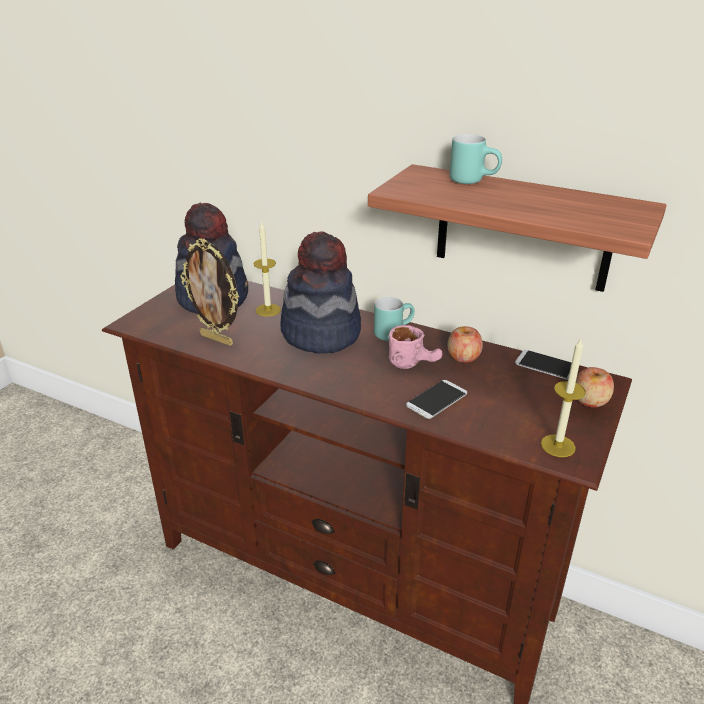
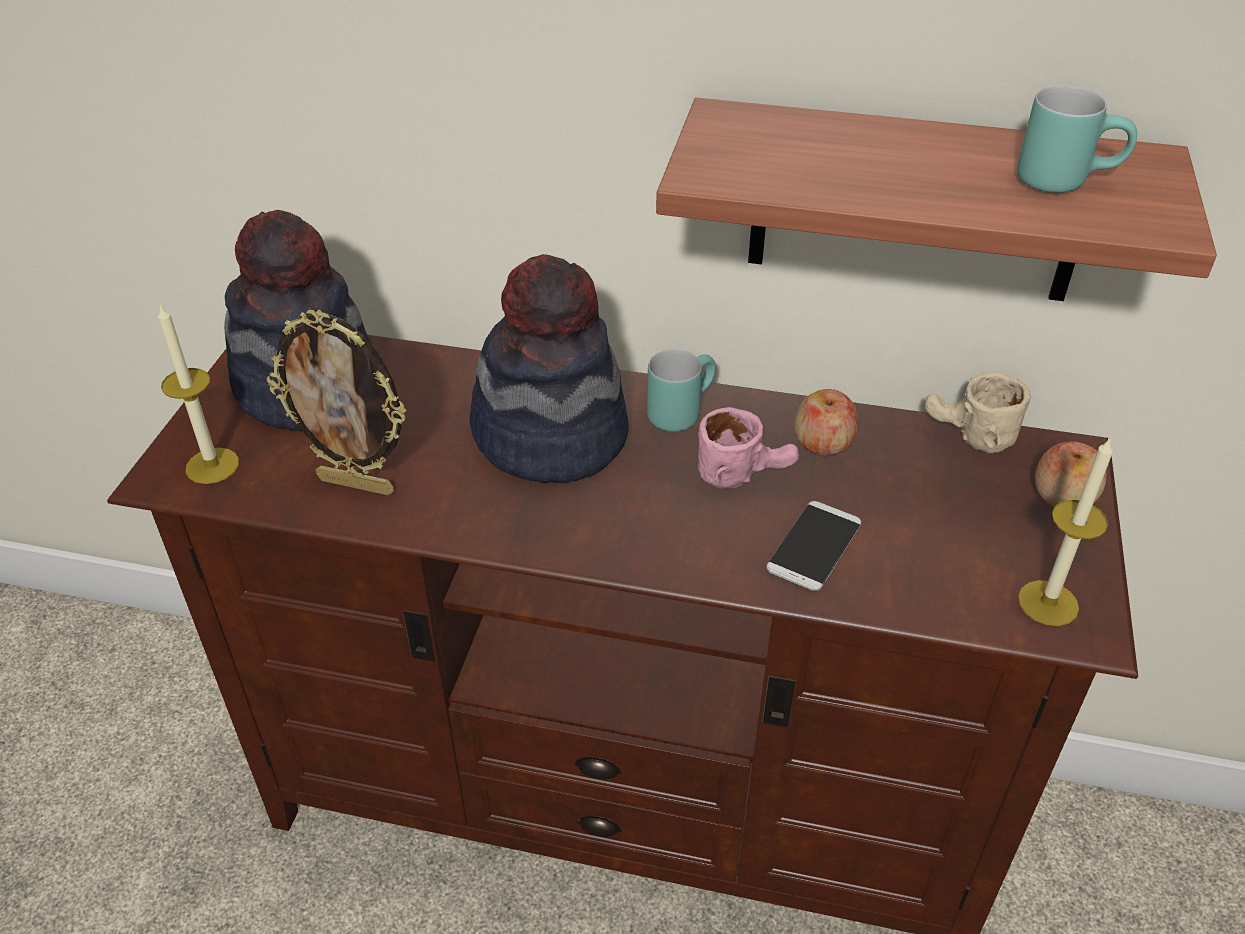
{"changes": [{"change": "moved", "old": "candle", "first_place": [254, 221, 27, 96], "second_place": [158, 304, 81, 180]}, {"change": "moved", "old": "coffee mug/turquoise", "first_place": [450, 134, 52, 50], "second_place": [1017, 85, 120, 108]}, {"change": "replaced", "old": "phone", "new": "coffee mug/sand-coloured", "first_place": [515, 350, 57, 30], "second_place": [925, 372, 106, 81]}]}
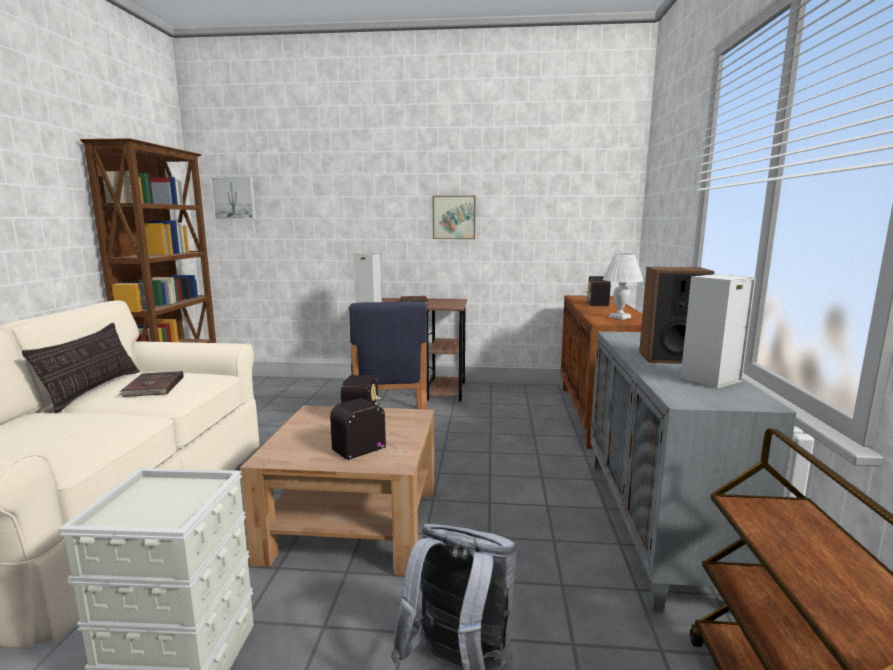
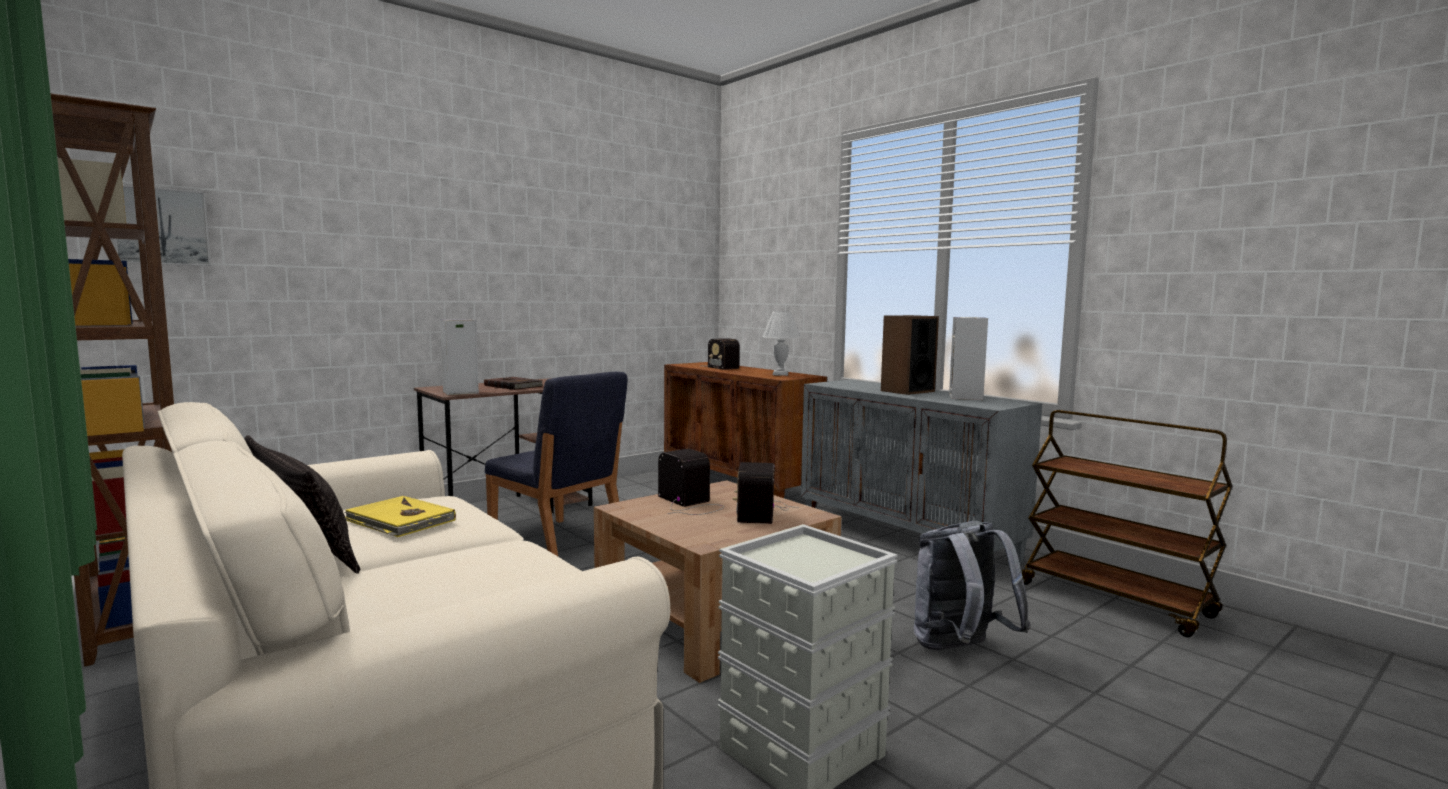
{"changes": [{"change": "recoloured", "old": "volume/brown", "new": "volume/yellowish", "first_place": [119, 371, 65, 26], "second_place": [344, 496, 112, 41]}, {"change": "removed", "old": "wall art", "first_place": [433, 196, 43, 43]}]}
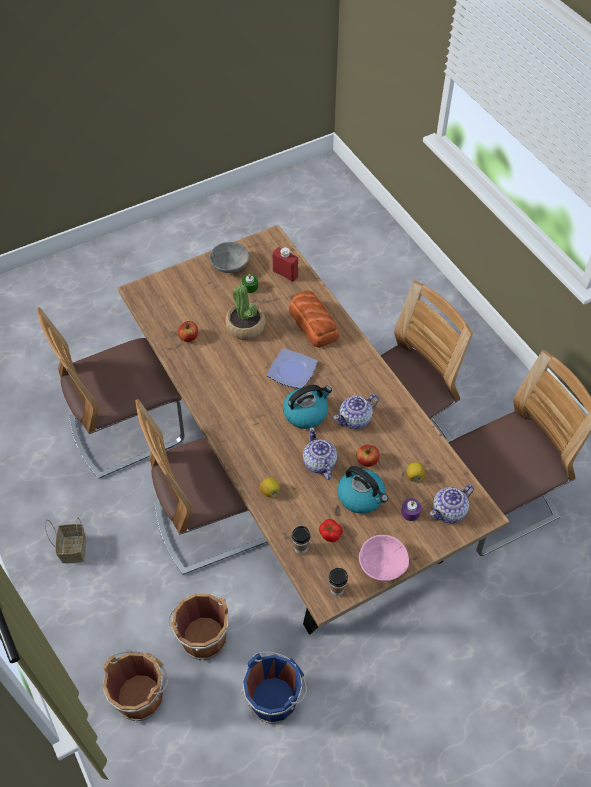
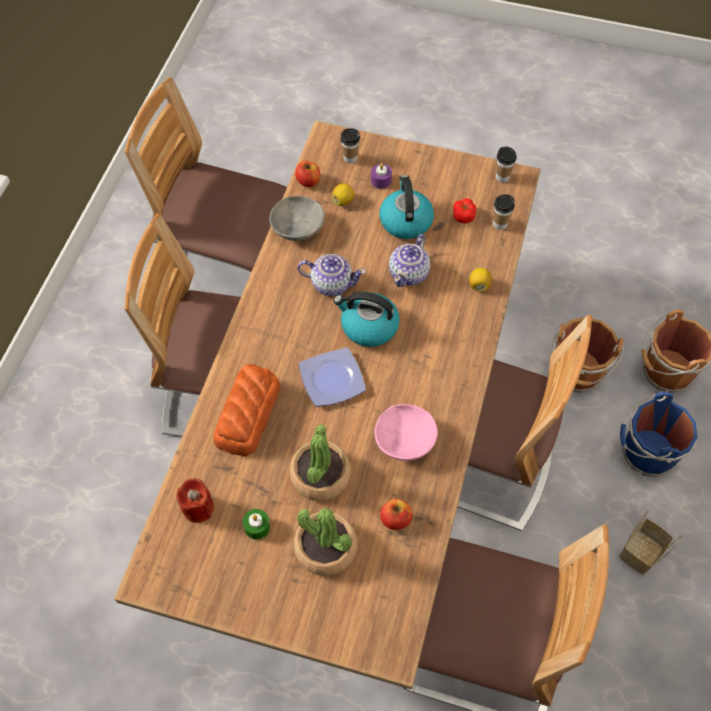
{"changes": [{"change": "moved", "old": "bowl/greyish", "first_place": [209, 242, 40, 31], "second_place": [269, 196, 56, 45]}, {"change": "moved", "old": "bucket/bluish", "first_place": [241, 652, 66, 72], "second_place": [620, 392, 78, 85]}, {"change": "replaced", "old": "bottle/red", "new": "candle/red", "first_place": [272, 247, 26, 35], "second_place": [176, 478, 38, 45]}, {"change": "moved", "old": "whole apple", "first_place": [357, 445, 23, 22], "second_place": [295, 161, 25, 26]}, {"change": "moved", "old": "bowl/pinkish", "first_place": [359, 535, 50, 46], "second_place": [374, 404, 64, 57]}, {"change": "replaced", "old": "teapot", "new": "cup", "first_place": [430, 484, 44, 39], "second_place": [340, 128, 20, 36]}, {"change": "added", "new": "houseplant", "second_place": [294, 508, 63, 68]}]}
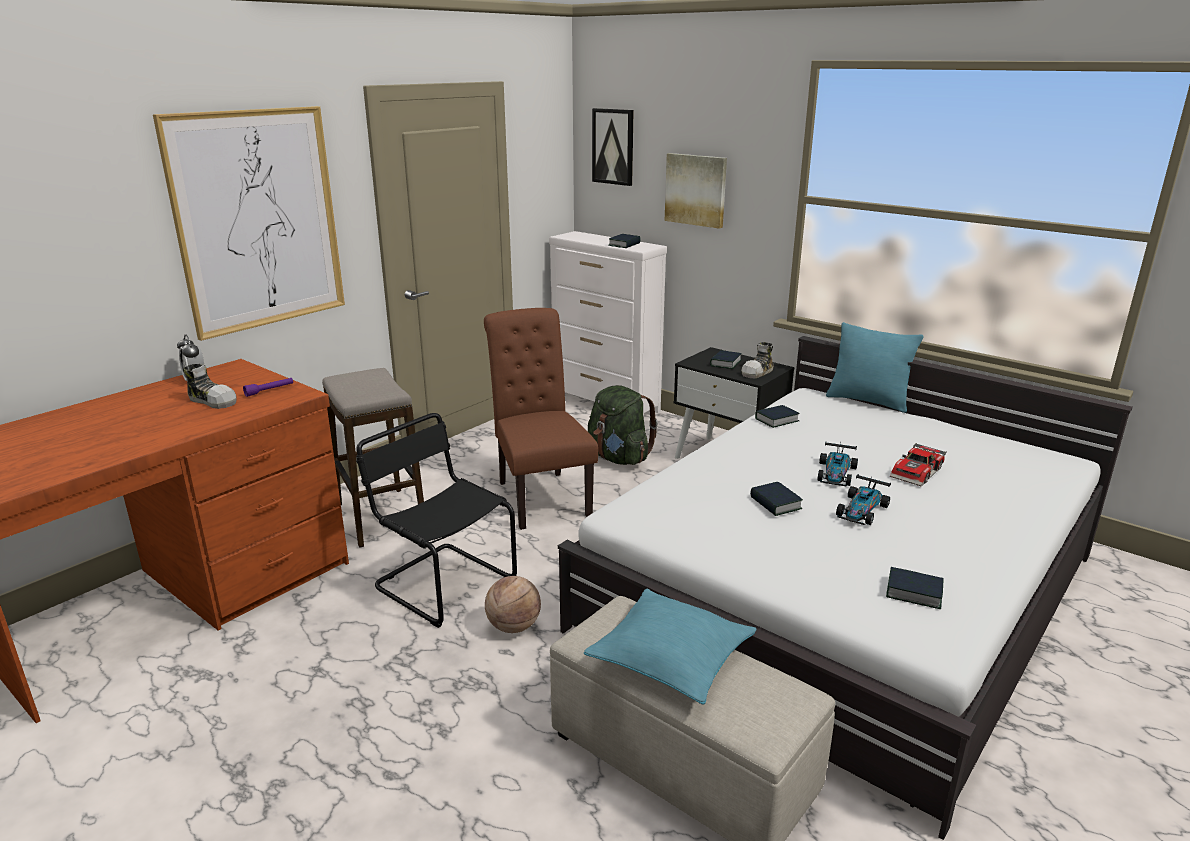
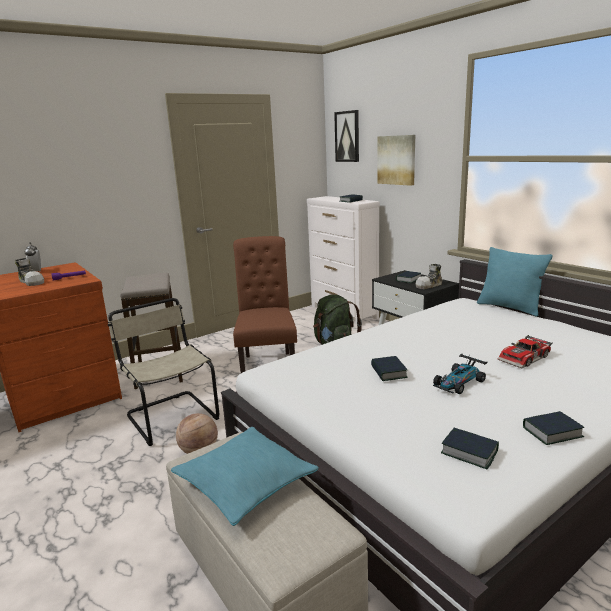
{"changes": [{"change": "removed", "old": "wall art", "first_place": [153, 106, 192, 235]}, {"change": "recoloured", "old": "chair/blackish", "new": "chair/sand-coloured", "first_place": [356, 413, 161, 215], "second_place": [108, 298, 111, 148]}, {"change": "moved", "old": "volume", "first_place": [755, 405, 44, 23], "second_place": [523, 411, 61, 34]}, {"change": "removed", "old": "model car", "first_place": [817, 442, 41, 44]}]}
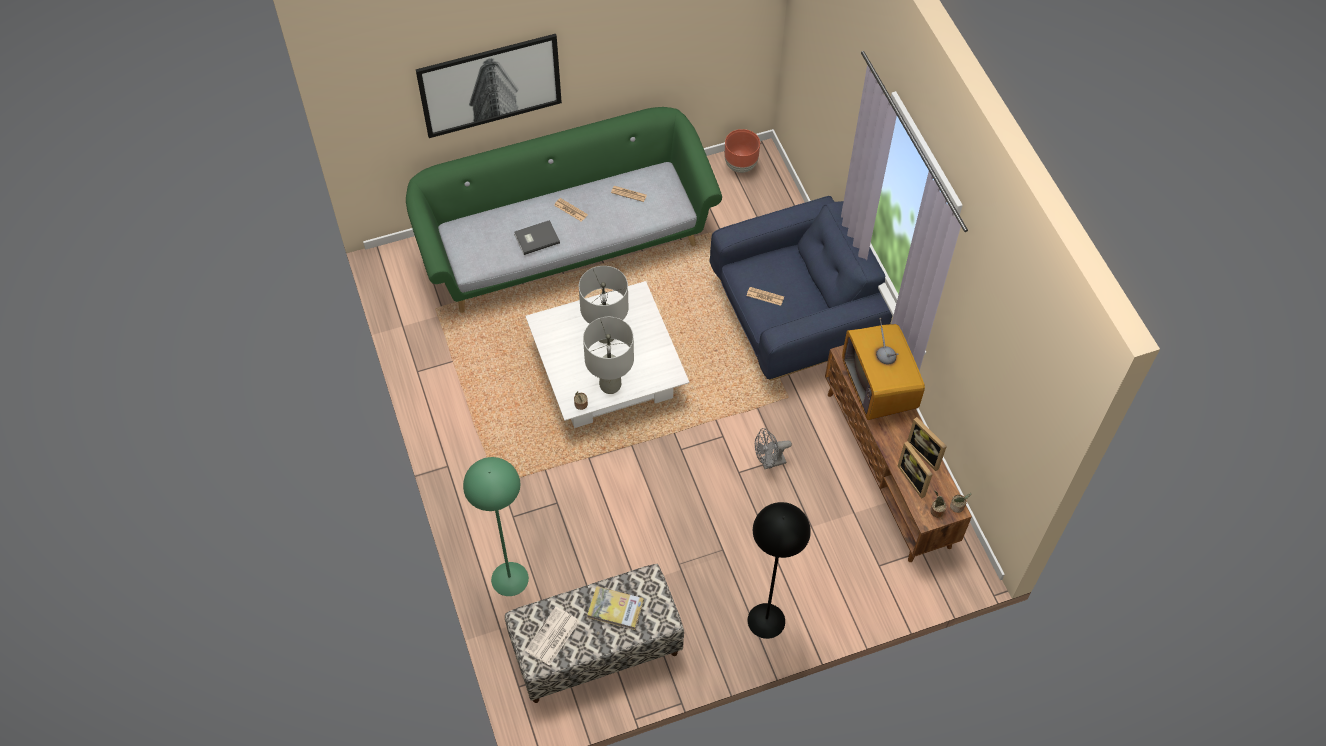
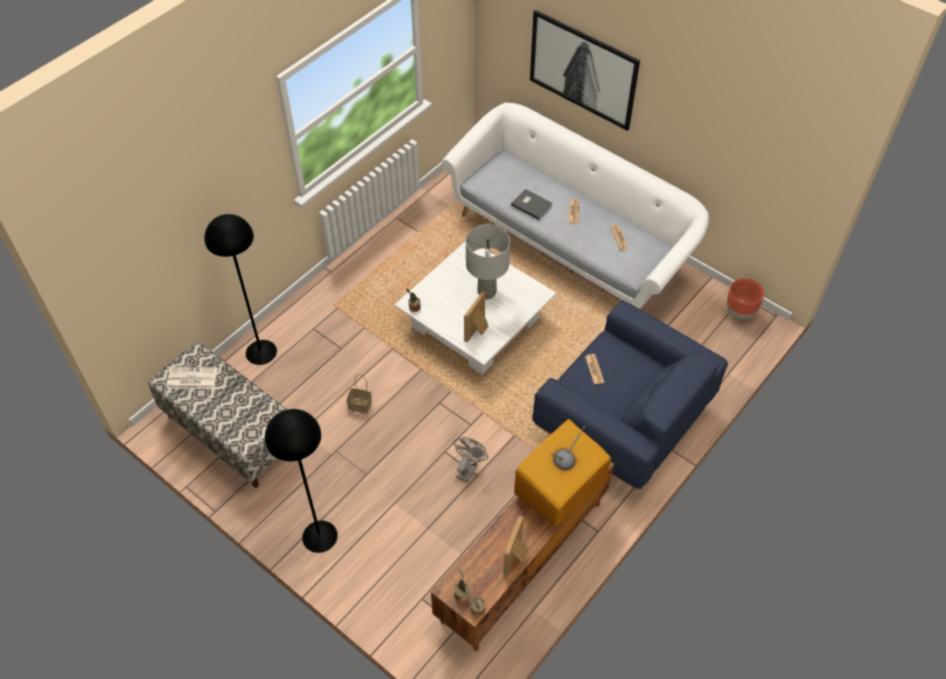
{"changes": [{"change": "recoloured", "old": "couch/greenish", "new": "couch/white-coloured", "first_place": [406, 107, 316, 206], "second_place": [442, 103, 267, 206]}, {"change": "recoloured", "old": "standing lamp/greenish", "new": "standing lamp/blackish", "first_place": [463, 457, 66, 139], "second_place": [204, 214, 73, 151]}, {"change": "removed", "old": "tabletop lamp/greyish", "first_place": [583, 317, 51, 77]}, {"change": "removed", "old": "volume", "first_place": [587, 586, 57, 44]}, {"change": "turned", "old": "electric fan/greyish", "first_place": [755, 428, 37, 41], "second_place": [453, 437, 35, 46], "degrees": 75}, {"change": "moved", "old": "picture frame", "first_place": [898, 441, 35, 58], "second_place": [464, 292, 24, 50]}, {"change": "added", "new": "household basket", "second_place": [346, 374, 26, 40]}]}
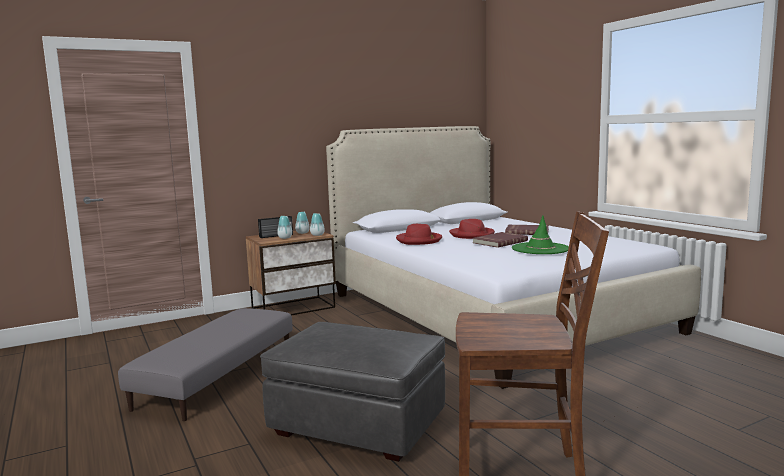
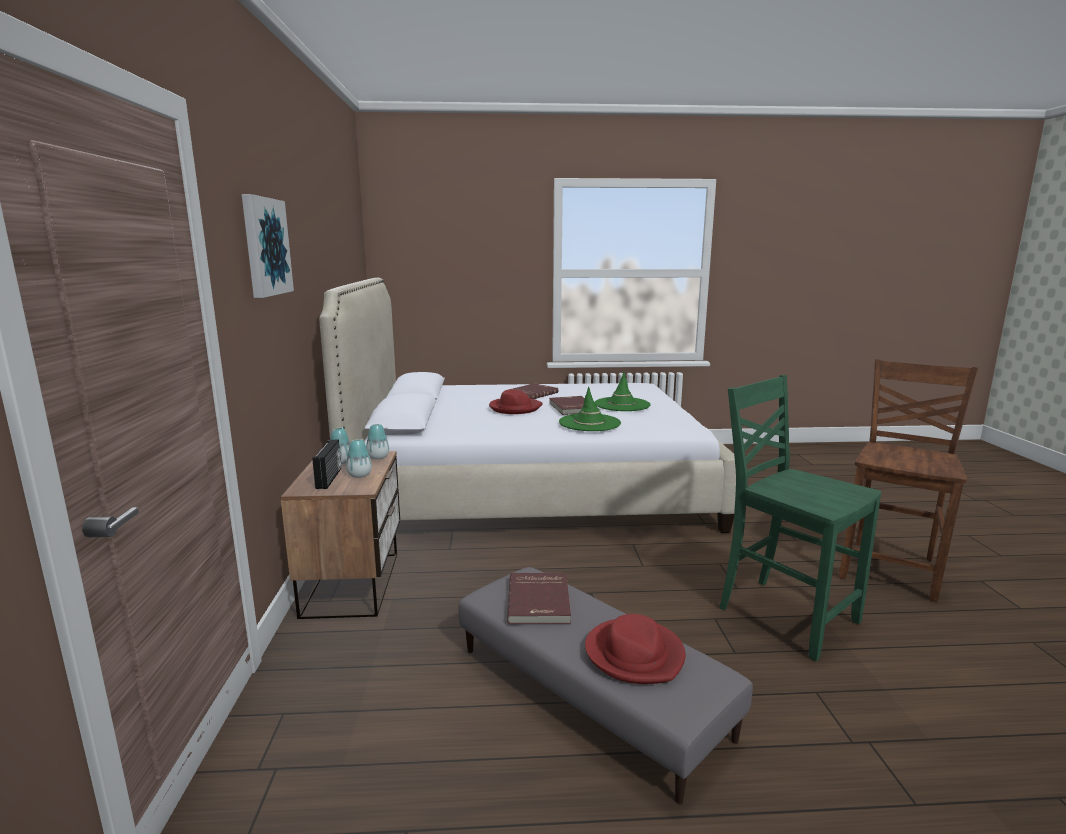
{"changes": [{"change": "replaced", "old": "footrest/greyish", "new": "chair/greenish", "first_place": [260, 322, 185, 140], "second_place": [719, 375, 162, 286]}, {"change": "moved", "old": "hat/red", "first_place": [396, 224, 46, 21], "second_place": [585, 614, 101, 70]}, {"change": "added", "new": "wall art", "second_place": [242, 194, 52, 104]}, {"change": "added", "new": "volume/red", "second_place": [507, 573, 64, 51]}, {"change": "added", "new": "hat/greenish", "second_place": [559, 387, 62, 44]}]}
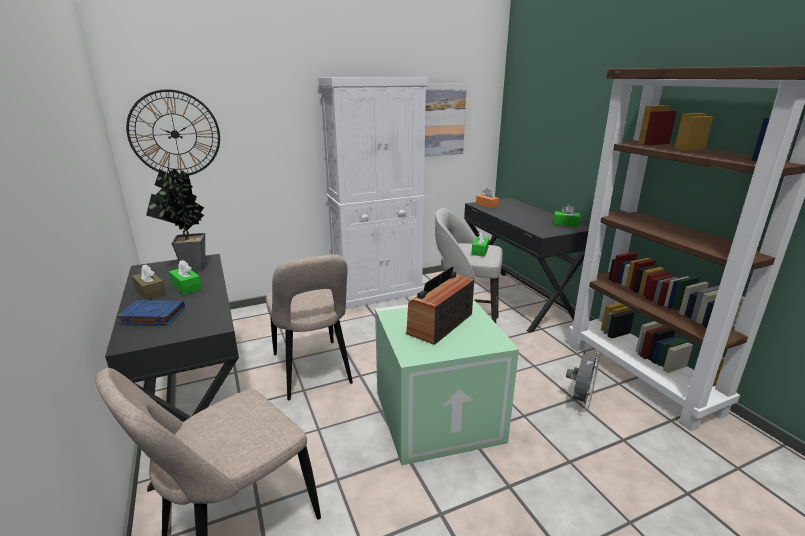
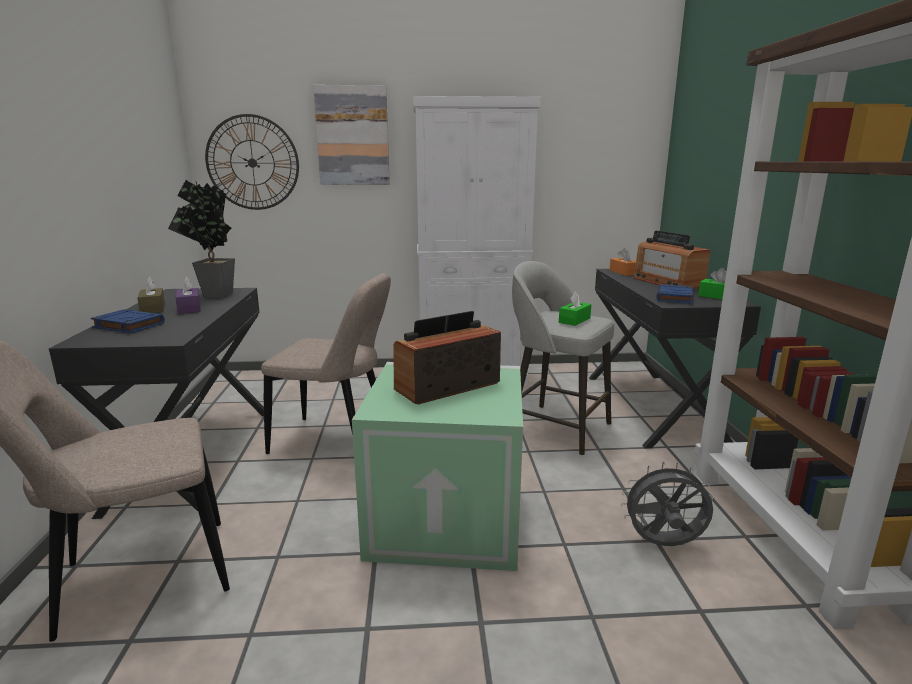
{"changes": [{"change": "recoloured", "old": "tissue holder/greenish", "new": "tissue holder/purple-coloured", "first_place": [169, 260, 33, 35], "second_place": [175, 277, 26, 37]}, {"change": "turned", "old": "chair/sand-coloured", "first_place": [266, 254, 87, 146], "second_place": [261, 273, 130, 181], "degrees": -75}, {"change": "moved", "old": "wall art", "first_place": [425, 83, 42, 74], "second_place": [313, 85, 77, 100]}, {"change": "turned", "old": "electric fan/greyish", "first_place": [566, 351, 35, 58], "second_place": [621, 462, 92, 84], "degrees": -135}, {"change": "added", "new": "radio set", "second_place": [633, 230, 78, 59]}, {"change": "added", "new": "volume/bluish", "second_place": [656, 284, 38, 20]}]}
